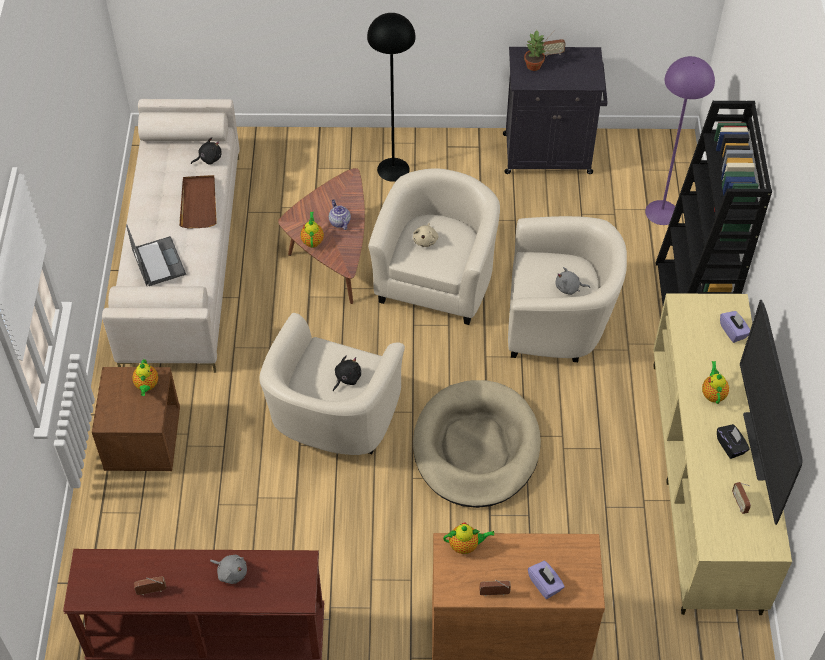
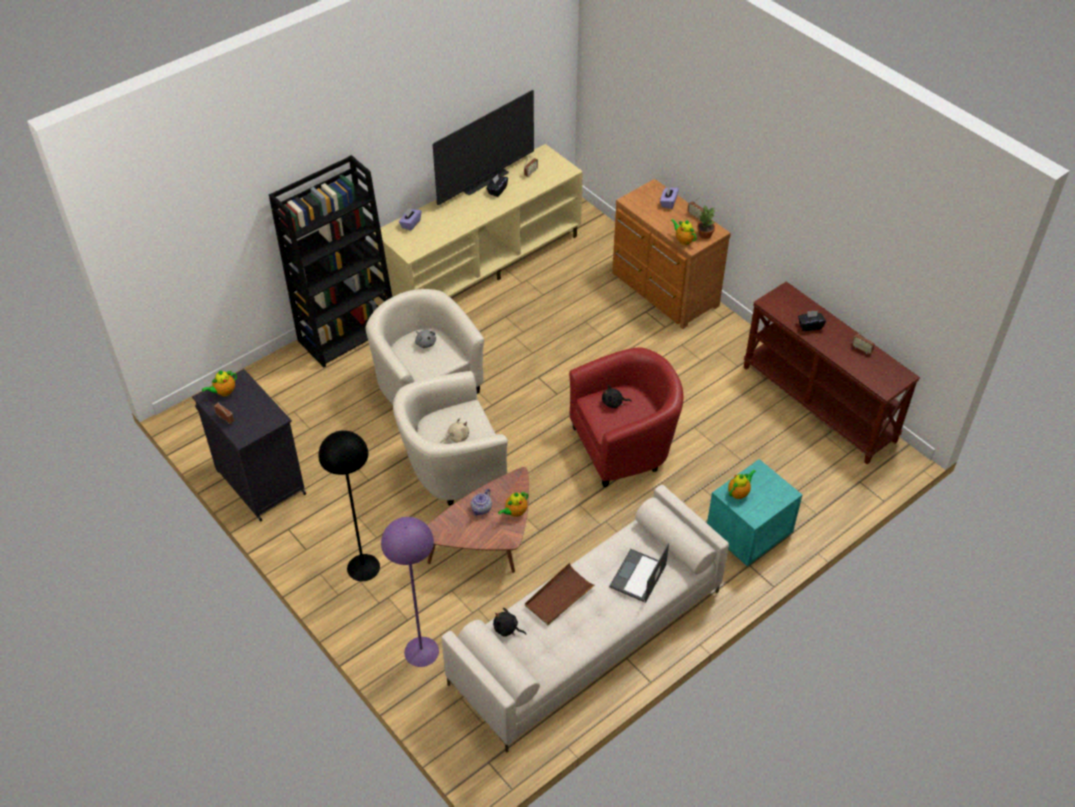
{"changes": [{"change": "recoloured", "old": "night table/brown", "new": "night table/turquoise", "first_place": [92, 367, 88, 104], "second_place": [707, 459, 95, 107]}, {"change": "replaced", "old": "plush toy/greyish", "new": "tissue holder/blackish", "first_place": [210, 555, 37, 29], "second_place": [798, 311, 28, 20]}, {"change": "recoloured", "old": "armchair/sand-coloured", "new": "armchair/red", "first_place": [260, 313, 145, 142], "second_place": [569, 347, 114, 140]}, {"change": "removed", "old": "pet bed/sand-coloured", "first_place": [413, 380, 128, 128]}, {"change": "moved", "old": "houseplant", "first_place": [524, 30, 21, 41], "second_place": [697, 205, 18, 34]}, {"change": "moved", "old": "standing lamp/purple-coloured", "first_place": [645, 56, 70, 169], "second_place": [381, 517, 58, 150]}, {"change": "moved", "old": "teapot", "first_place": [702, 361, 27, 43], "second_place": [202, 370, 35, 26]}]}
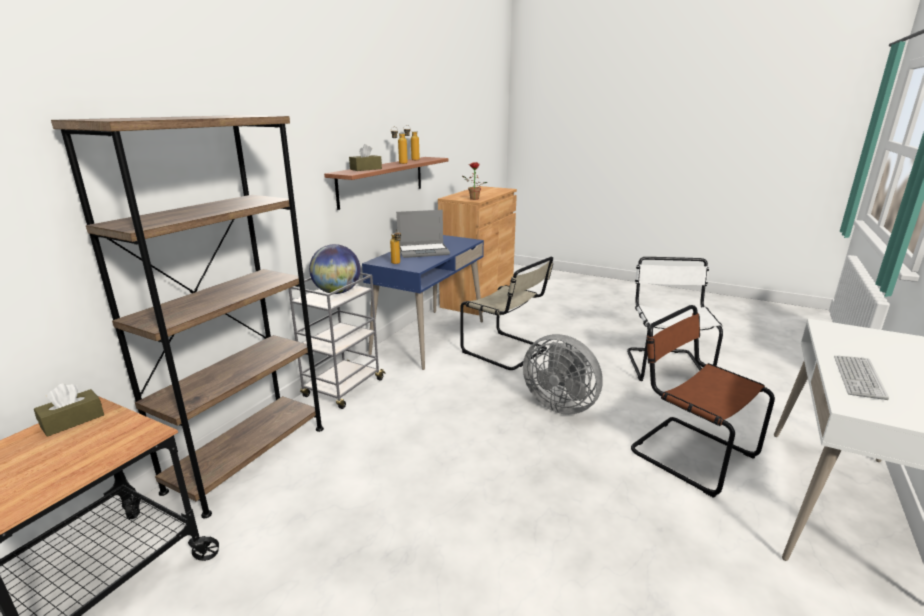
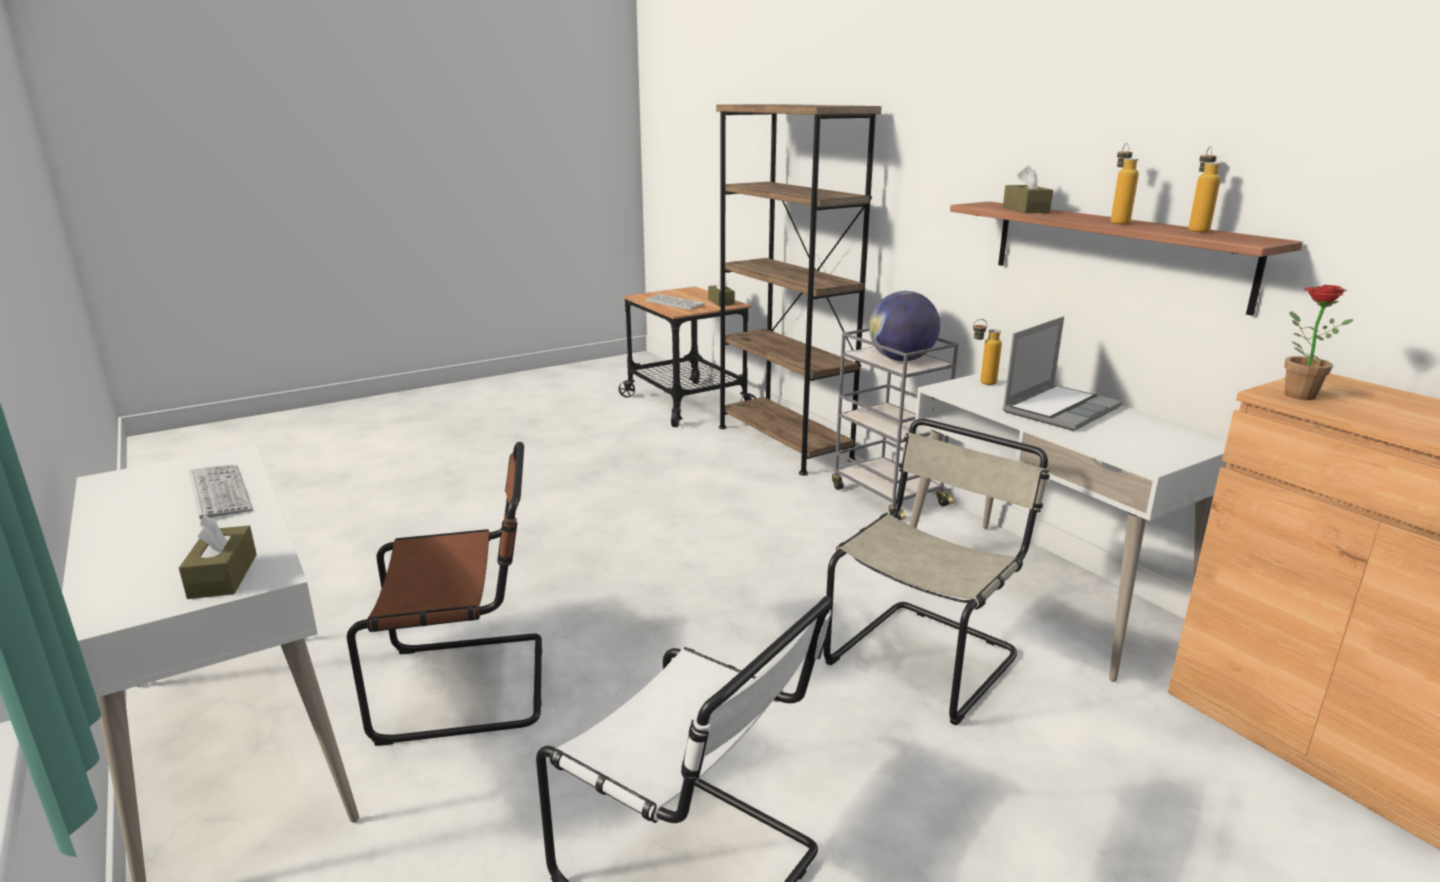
{"changes": [{"change": "recoloured", "old": "desk unit/bluish", "new": "desk unit/white-coloured", "first_place": [362, 235, 122, 135], "second_place": [909, 368, 318, 314]}, {"change": "turned", "old": "laptop", "first_place": [396, 210, 54, 48], "second_place": [1002, 316, 120, 115], "degrees": -150}, {"change": "turned", "old": "chair/sand-coloured", "first_place": [460, 257, 93, 113], "second_place": [824, 419, 226, 306], "degrees": 150}, {"change": "removed", "old": "electric fan/greyish", "first_place": [523, 334, 80, 81]}, {"change": "added", "new": "tissue holder/brown", "second_place": [179, 515, 78, 84]}, {"change": "added", "new": "PC keyboard", "second_place": [645, 294, 60, 16]}]}
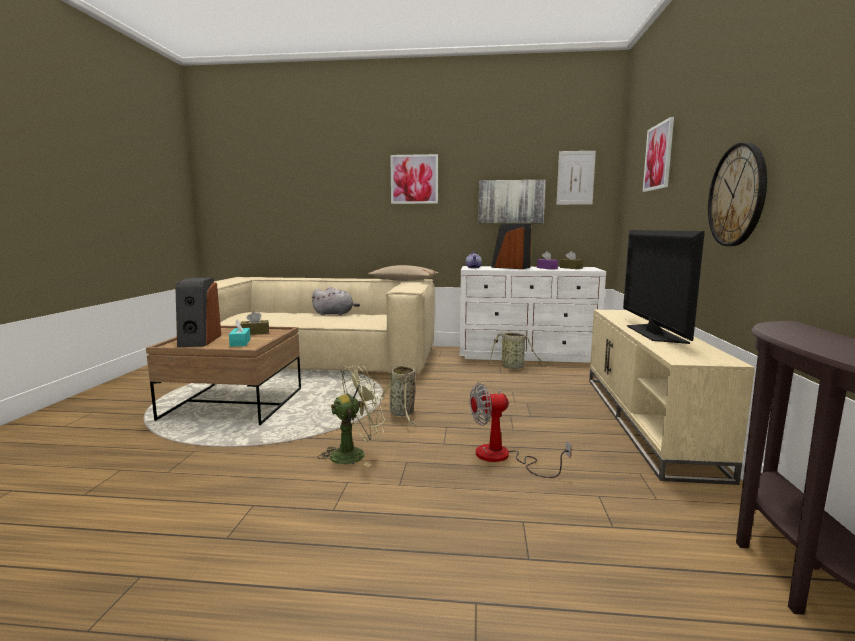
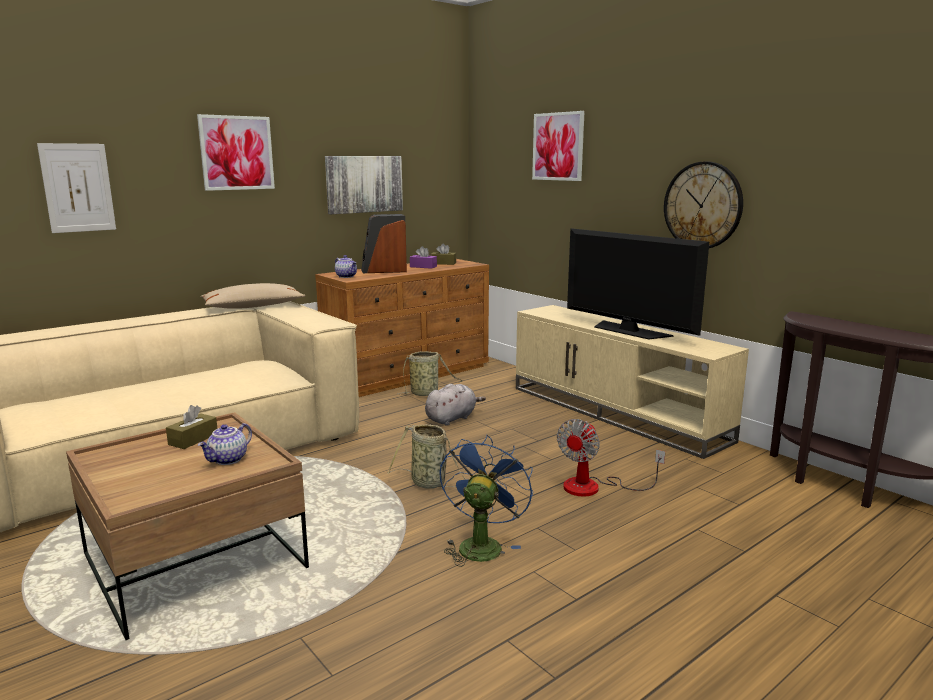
{"changes": [{"change": "removed", "old": "loudspeaker", "first_place": [175, 278, 46, 69]}, {"change": "replaced", "old": "tissue holder/turquoise", "new": "teapot", "first_place": [229, 319, 22, 28], "second_place": [198, 423, 54, 42]}, {"change": "moved", "old": "plush toy/greyish", "first_place": [312, 287, 48, 28], "second_place": [425, 384, 61, 42]}, {"change": "recoloured", "old": "electric fan/greenish", "new": "electric fan/bluish", "first_place": [317, 364, 68, 103], "second_place": [440, 435, 93, 132]}, {"change": "recoloured", "old": "chest of drawers/white-coloured", "new": "chest of drawers/brown", "first_place": [460, 266, 146, 97], "second_place": [315, 259, 174, 138]}, {"change": "moved", "old": "wall art", "first_place": [556, 151, 40, 54], "second_place": [37, 143, 79, 90]}]}
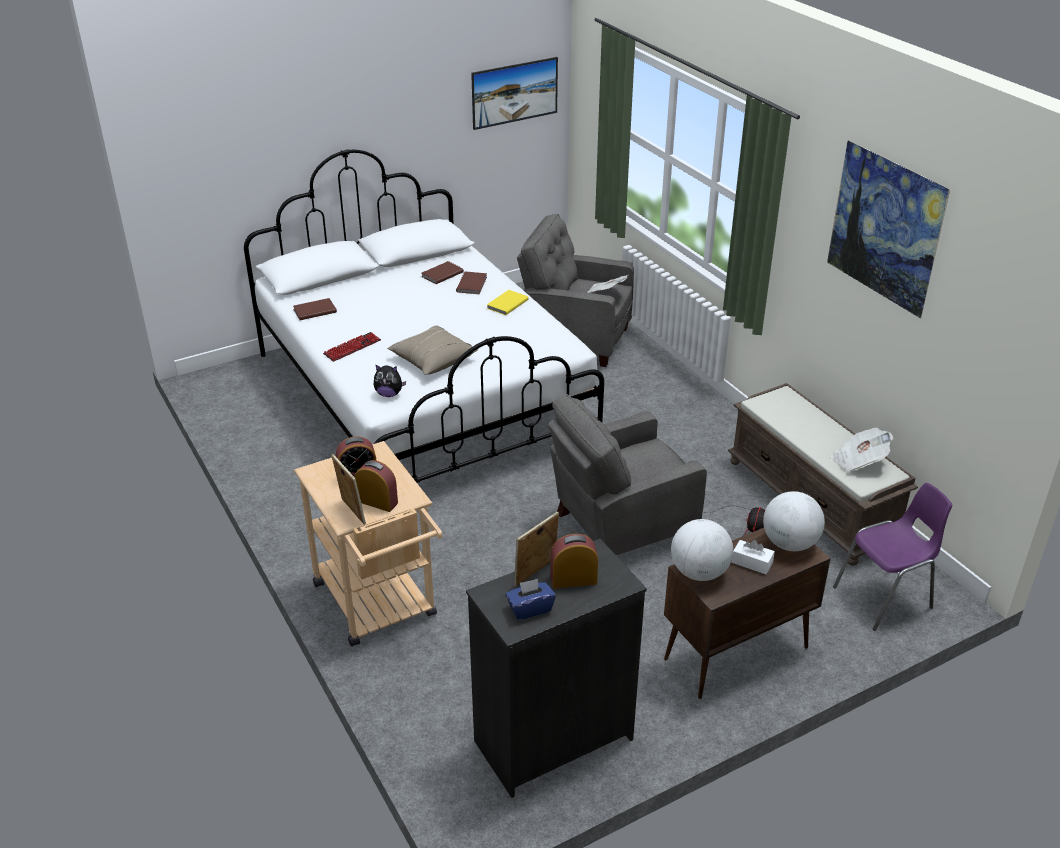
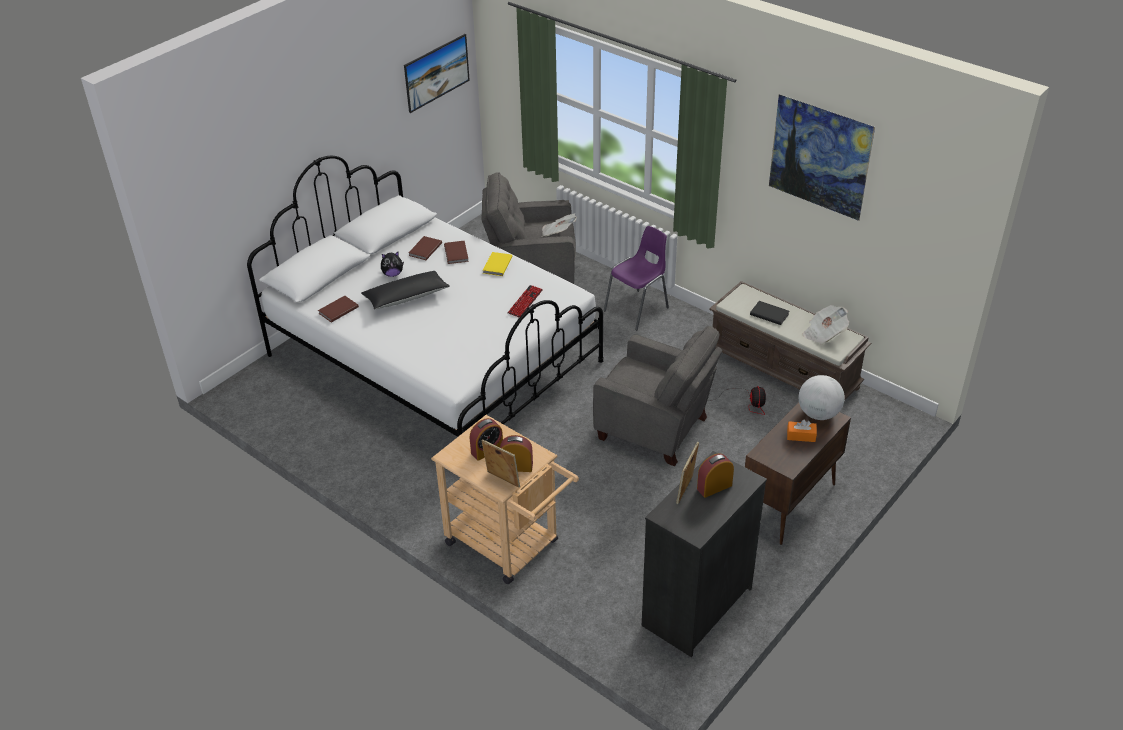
{"changes": [{"change": "moved", "old": "PC keyboard", "first_place": [323, 332, 58, 30], "second_place": [507, 285, 36, 32]}, {"change": "moved", "old": "plush toy", "first_place": [374, 364, 32, 33], "second_place": [381, 252, 23, 25]}, {"change": "removed", "old": "cushion/sand-coloured", "first_place": [387, 326, 91, 49]}, {"change": "removed", "old": "tissue holder/bluish", "first_place": [506, 579, 50, 41]}, {"change": "turned", "old": "armchair/greyish", "first_place": [548, 394, 159, 161], "second_place": [593, 326, 129, 141], "degrees": -105}, {"change": "removed", "old": "desk globe", "first_place": [671, 519, 62, 62]}, {"change": "recoloured", "old": "tissue holder/white-coloured", "new": "tissue holder/orange-coloured", "first_place": [732, 540, 43, 34], "second_place": [787, 420, 30, 22]}, {"change": "moved", "old": "chair/purple-coloured", "first_place": [833, 483, 119, 148], "second_place": [604, 226, 65, 104]}, {"change": "added", "new": "cushion/blackish", "second_place": [361, 271, 89, 38]}, {"change": "added", "new": "volume/blackish", "second_place": [750, 301, 39, 24]}]}
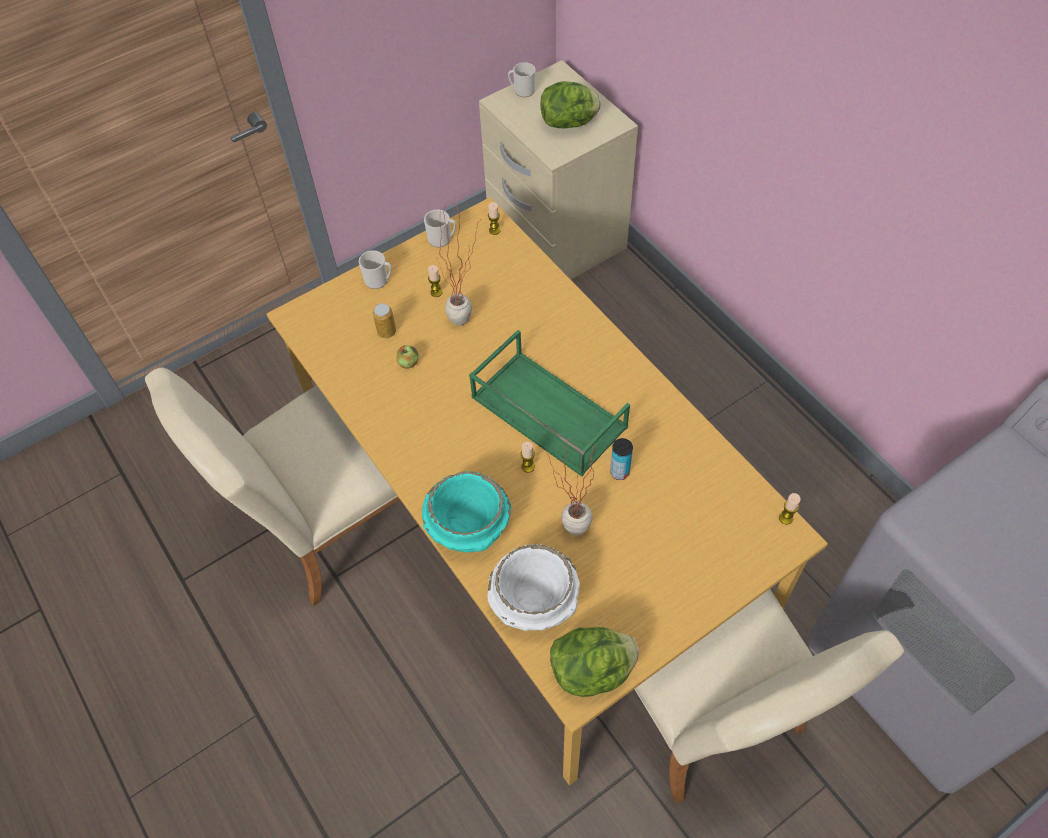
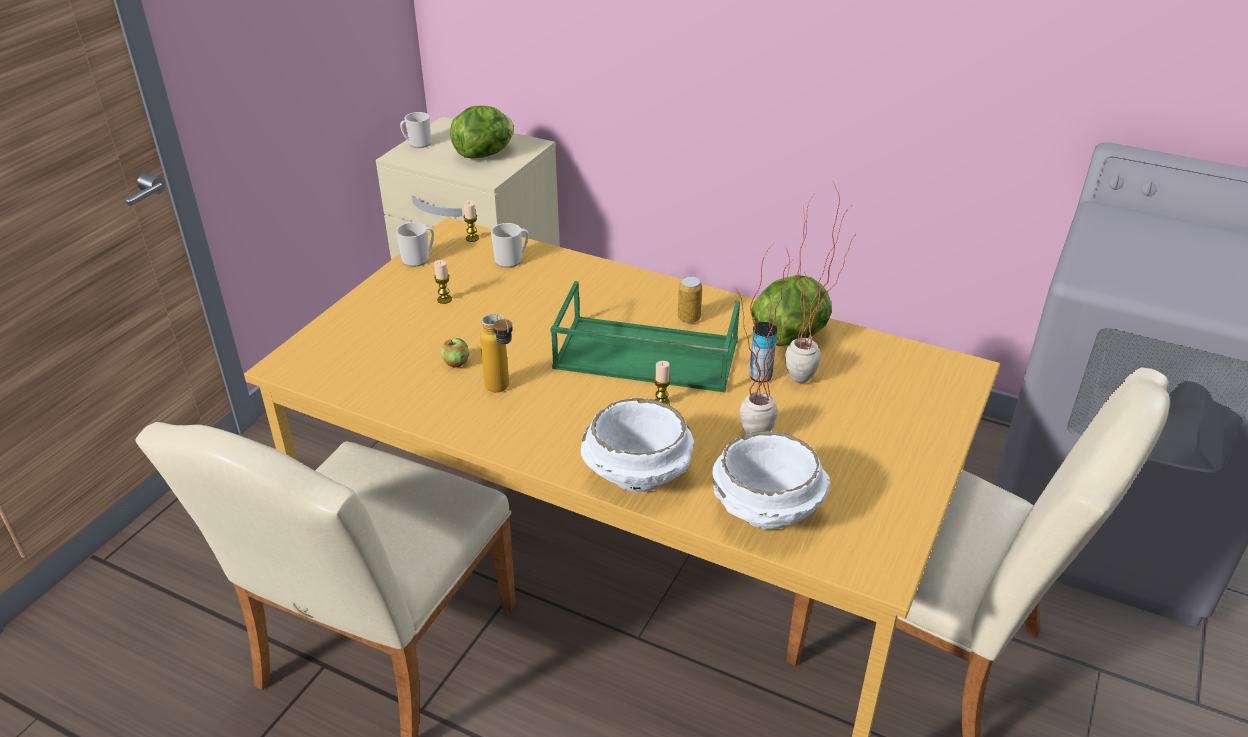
{"changes": [{"change": "moved", "old": "coffee mug", "first_place": [359, 250, 33, 39], "second_place": [491, 223, 37, 45]}, {"change": "moved", "old": "can", "first_place": [373, 303, 23, 35], "second_place": [678, 276, 24, 47]}, {"change": "recoloured", "old": "bowl/turquoise", "new": "bowl/white-coloured", "first_place": [422, 471, 89, 81], "second_place": [581, 398, 113, 94]}, {"change": "moved", "old": "houseplant", "first_place": [436, 200, 44, 126], "second_place": [785, 182, 72, 201]}, {"change": "moved", "old": "head of lettuce", "first_place": [550, 627, 89, 70], "second_place": [751, 275, 81, 71]}, {"change": "removed", "old": "candle", "first_place": [779, 493, 22, 32]}, {"change": "added", "new": "bottle", "second_place": [480, 313, 33, 79]}]}
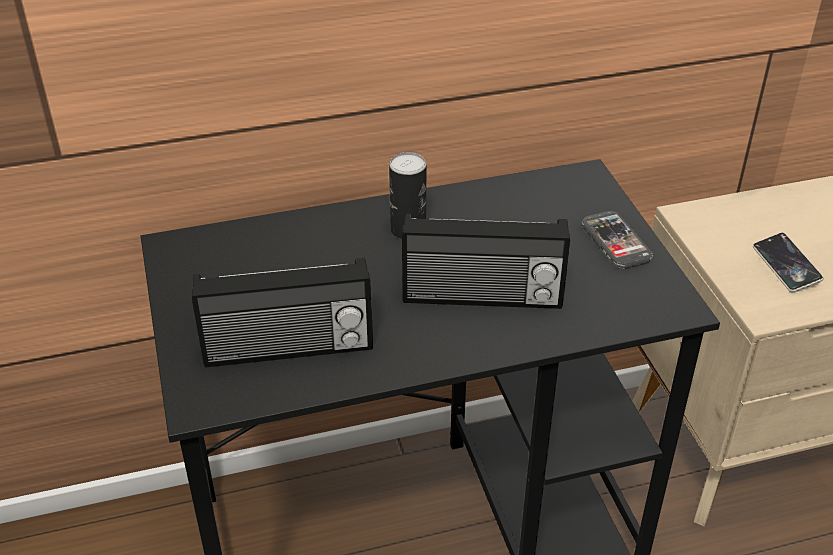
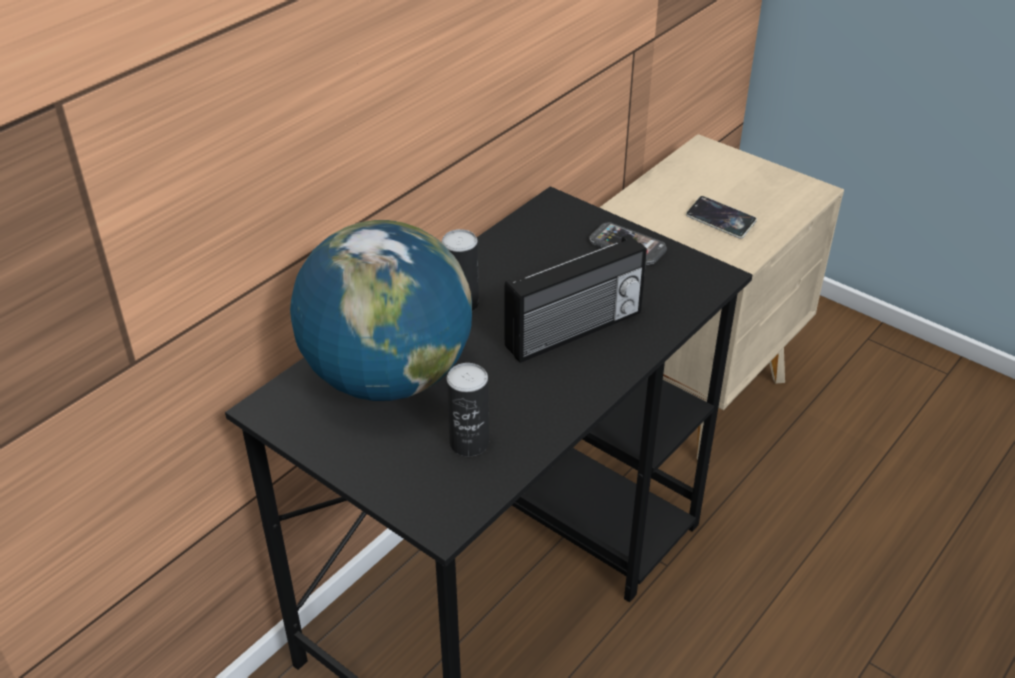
{"changes": [{"change": "replaced", "old": "radio set", "new": "can", "first_place": [192, 258, 181, 110], "second_place": [446, 363, 43, 93]}, {"change": "added", "new": "desk globe", "second_place": [290, 220, 182, 181]}]}
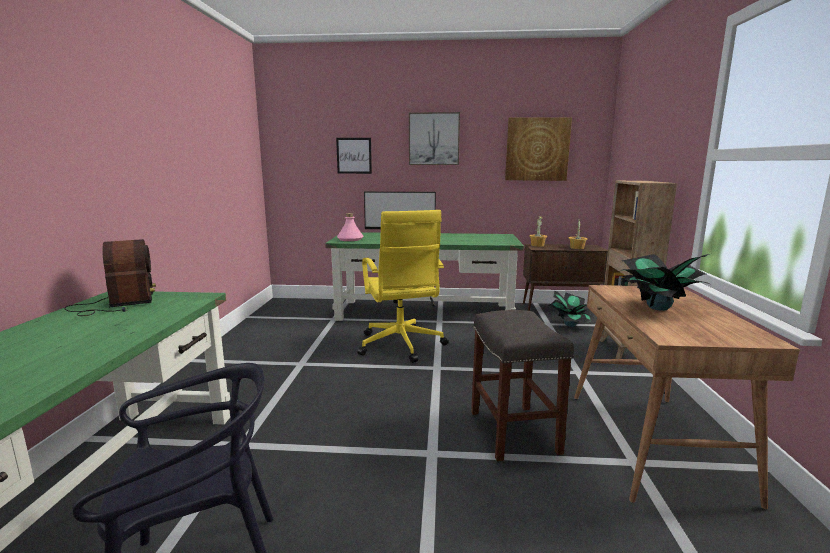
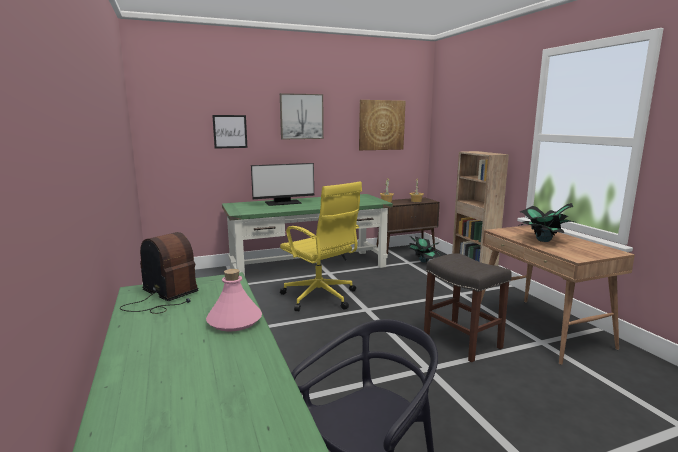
{"changes": [{"change": "moved", "old": "bottle/pinkish", "first_place": [337, 213, 27, 28], "second_place": [206, 269, 56, 62]}]}
